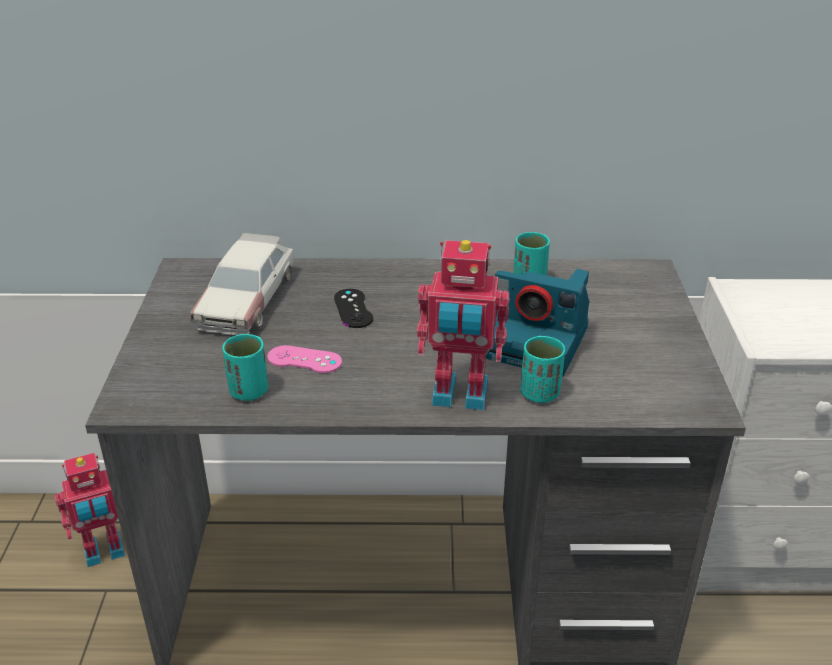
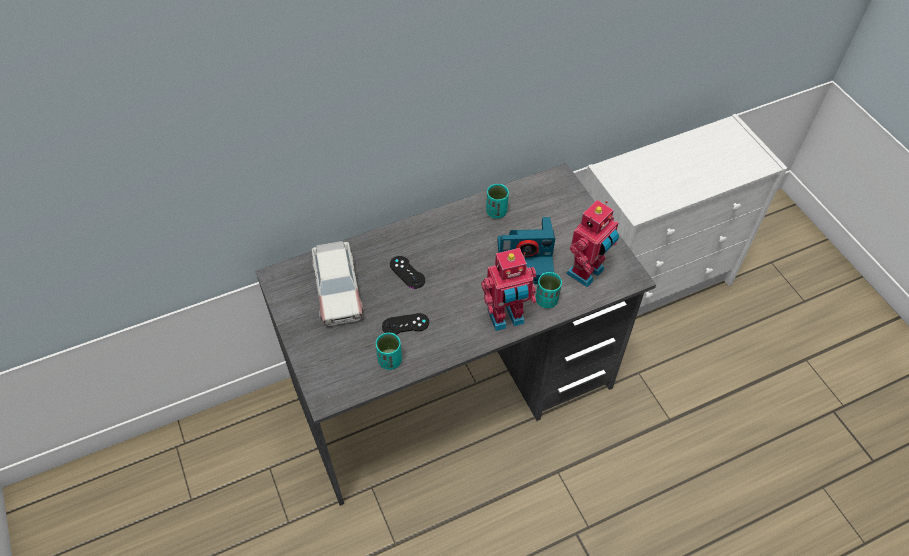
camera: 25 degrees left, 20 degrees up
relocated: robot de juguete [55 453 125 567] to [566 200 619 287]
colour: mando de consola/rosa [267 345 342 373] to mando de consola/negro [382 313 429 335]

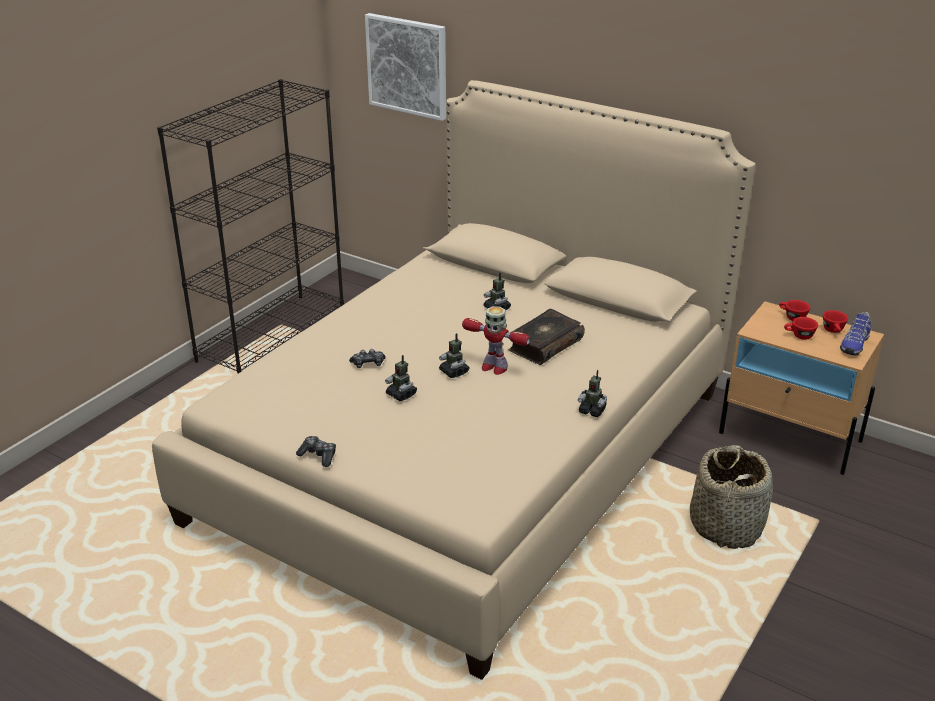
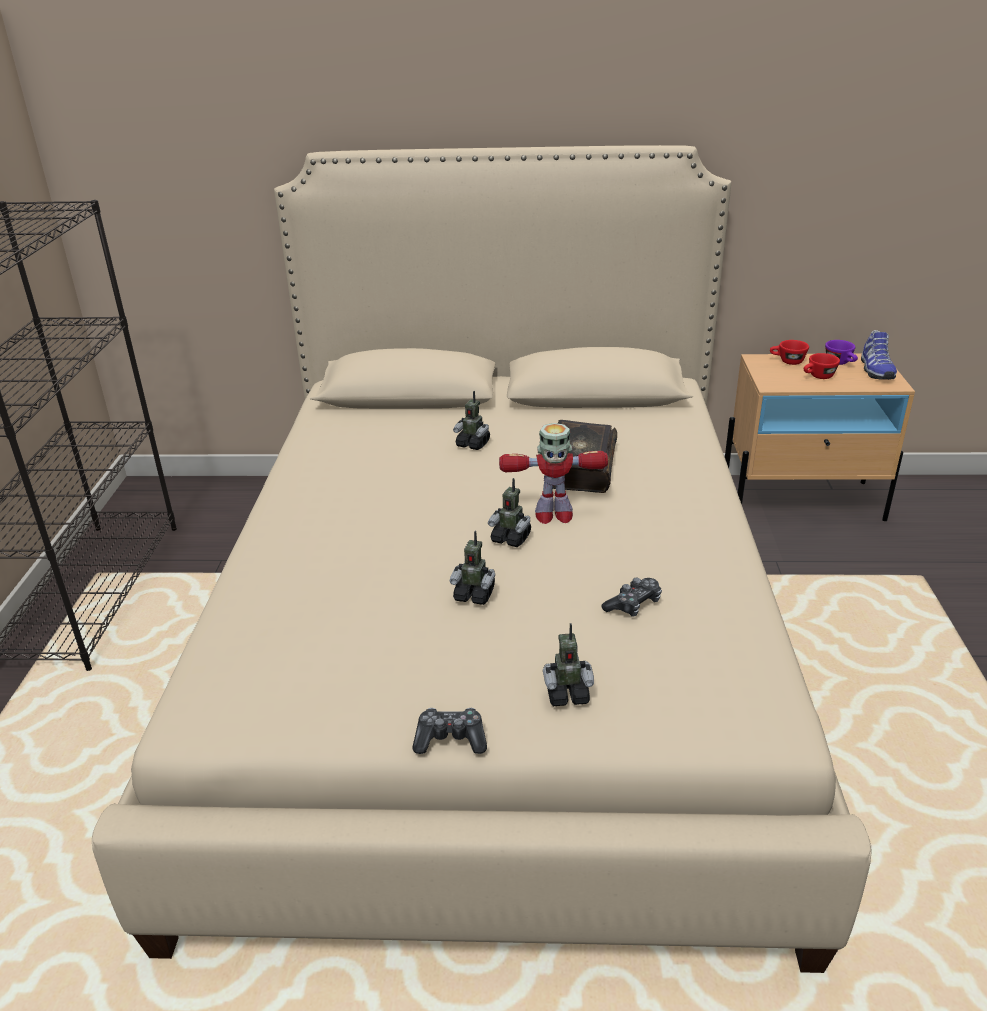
camera: 30 degrees left, 0 degrees up
missing: cuadro [365 13 446 121]; cesta [690 445 773 549]
relocated: mando de consola [349 349 385 368] to [602 578 662 617]; robot de juguete [578 370 607 417] to [543 623 594 706]
colour: taza/rojo [823 310 848 333] to taza/morado [825 340 858 365]

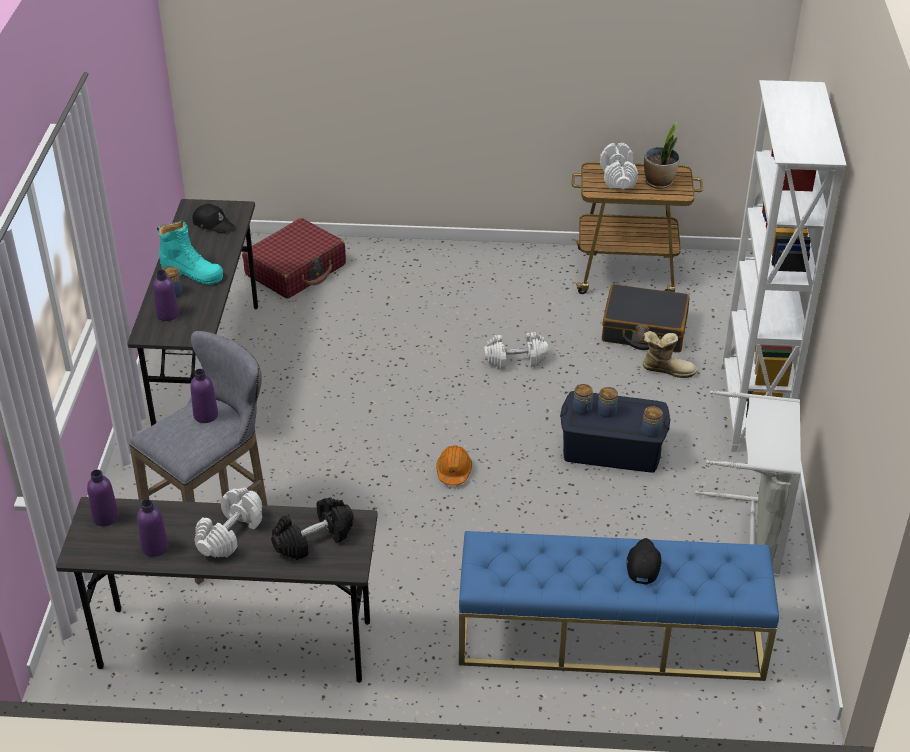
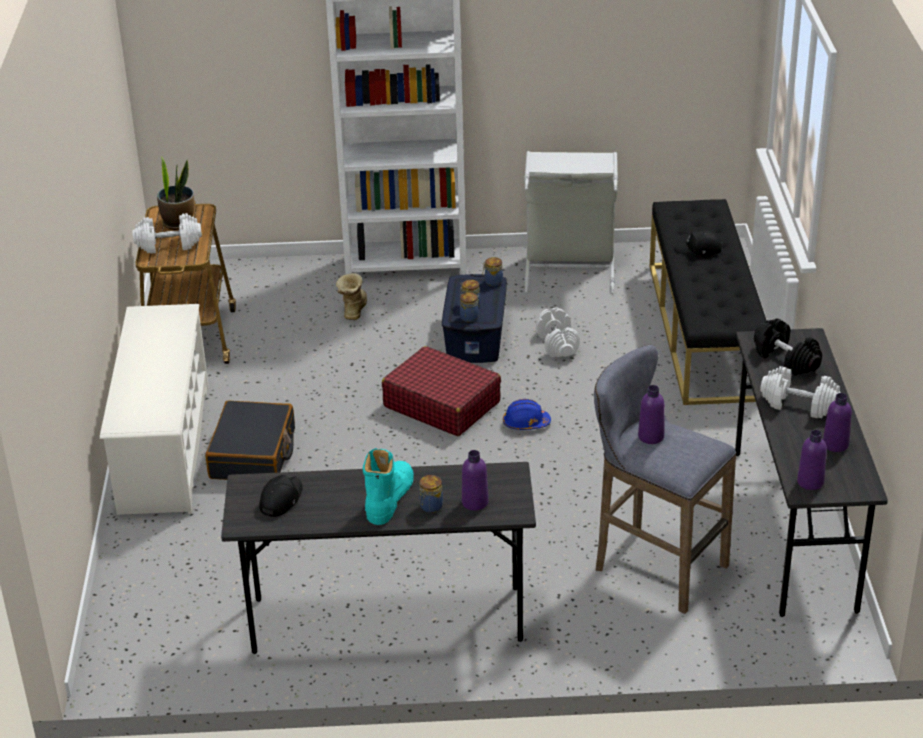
camera: 95 degrees left, 5 degrees down
appeared: zapatero/blanco [100 304 209 515]
relocated: maleta/rojo [242 218 346 299] to [382 346 501 436]; mancuerna/blanco [484 332 548 370] to [536 308 579 357]; maleta/negro [602 284 690 352] to [205 401 295 480]
colour: casco/naranja [436 445 472 486] to casco/azul [503 399 551 430]; banco/azul [459 531 779 681] to banco/negro [650 199 766 405]

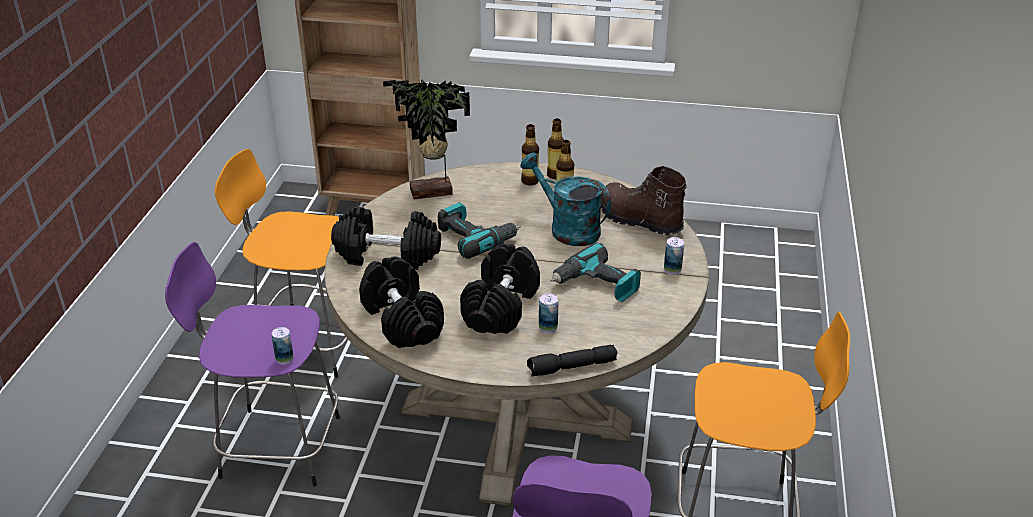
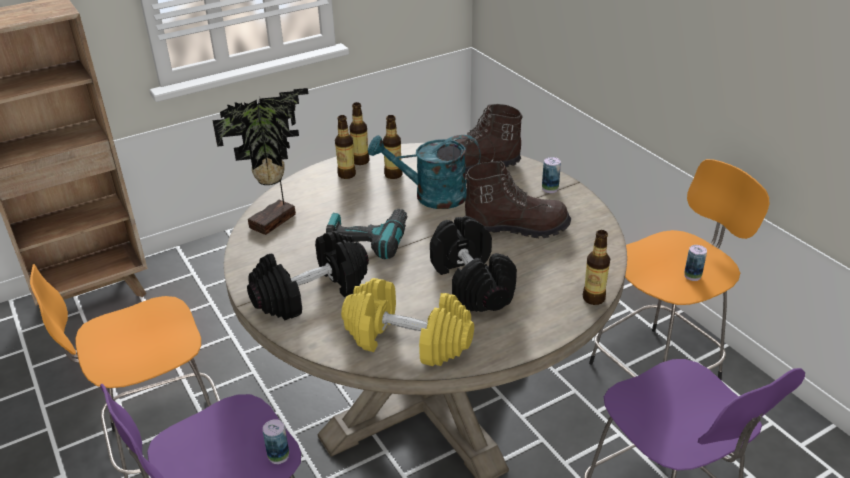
camera: 40 degrees left, 0 degrees up
relocated: lata [539 293 558 334] to [684 245 707 281]
exchanged: linterna/negro [527 345 617 377] to botella [583 230 610 305]; taladro [551 243 641 302] to bota/marrón [465 161 571 238]
colour: mancuerna/negro [359 256 444 348] to mancuerna/amarillo [341 278 474 366]

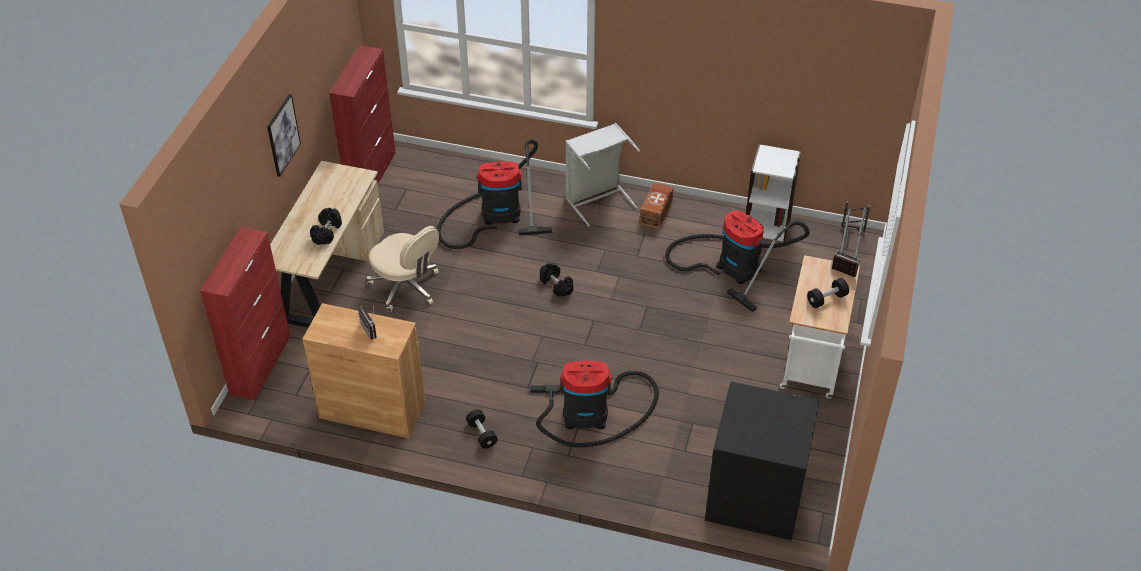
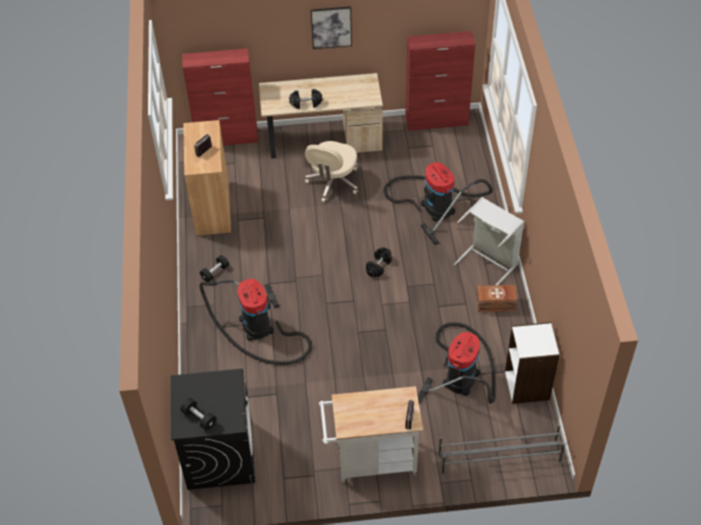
camera: 70 degrees right, 5 degrees up
relocated: mancuerna/negro [807 278 849 308] to [180 398 217 431]

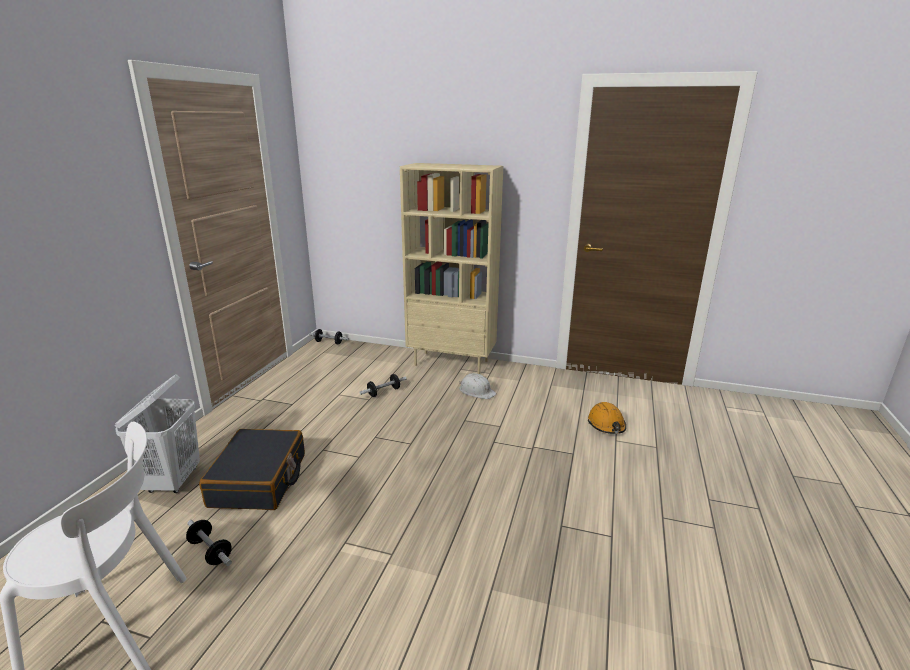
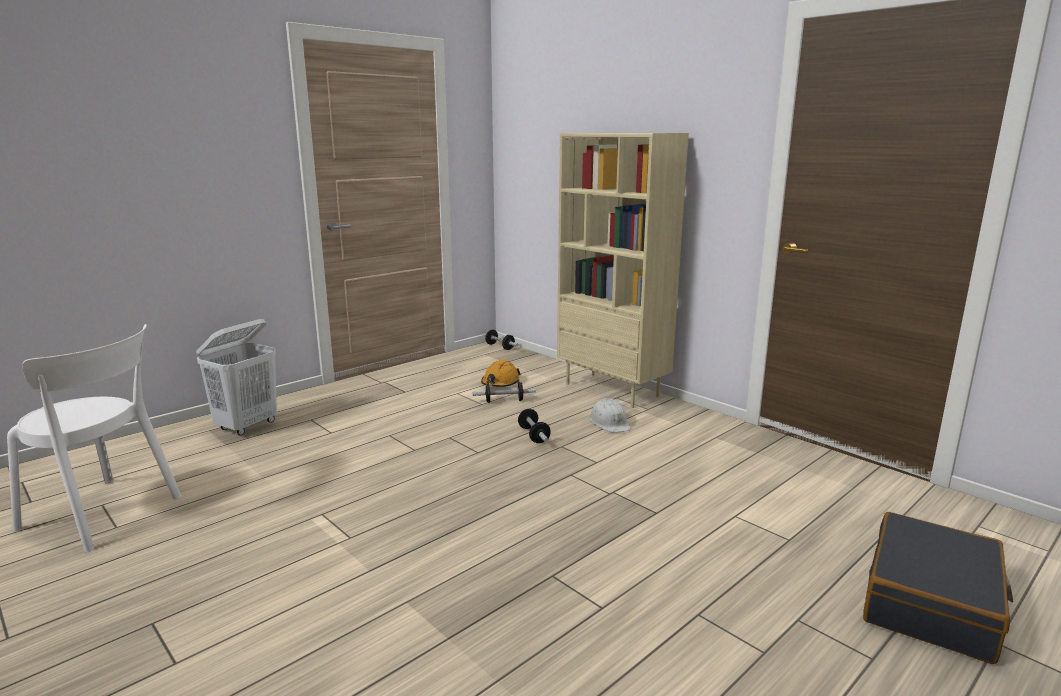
camera: 30 degrees right, 5 degrees down
relocated: mancuerna [186 520 232 566] to [518 409 551 443]; maleta/negro [199 429 305 510] to [863 512 1013 664]; casco/naranja [588 402 626 434] to [481 360 521 387]

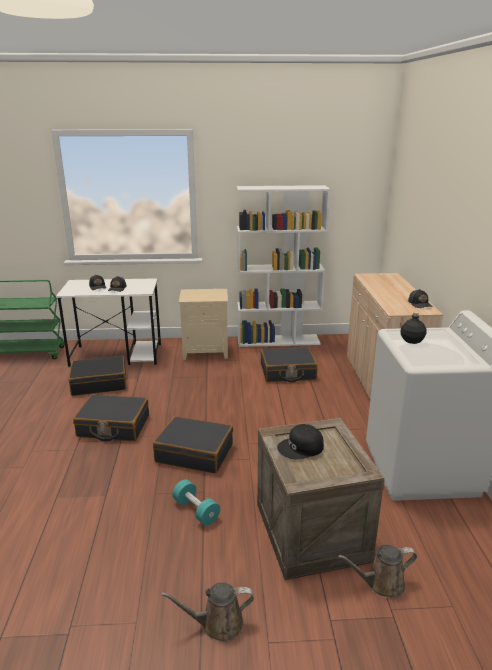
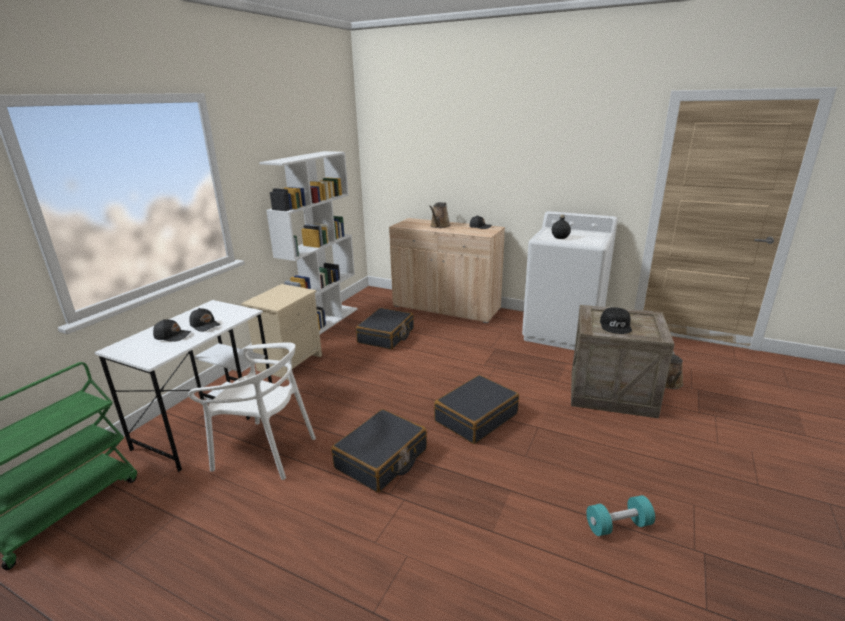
camera: 60 degrees left, 0 degrees up
relocated: regadera/marrón [161 583 254 642] to [429 202 450 228]; mancuerna/turquesa [172 479 220 525] to [586 495 655 536]
exchanged: maleta/negro [69 356 126 396] to silla/blanco [188 342 316 480]

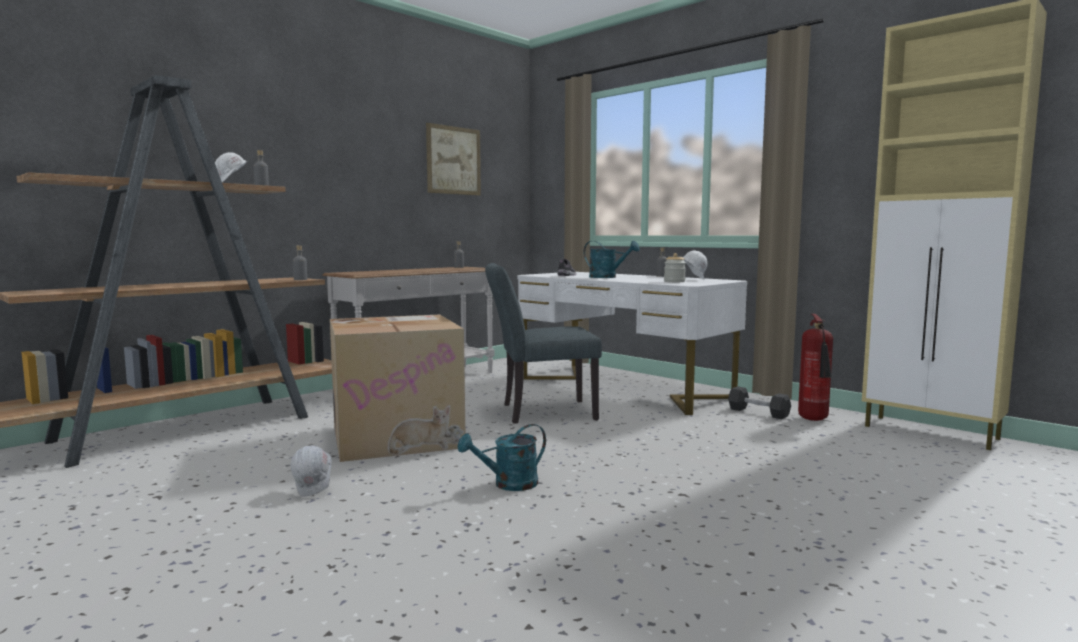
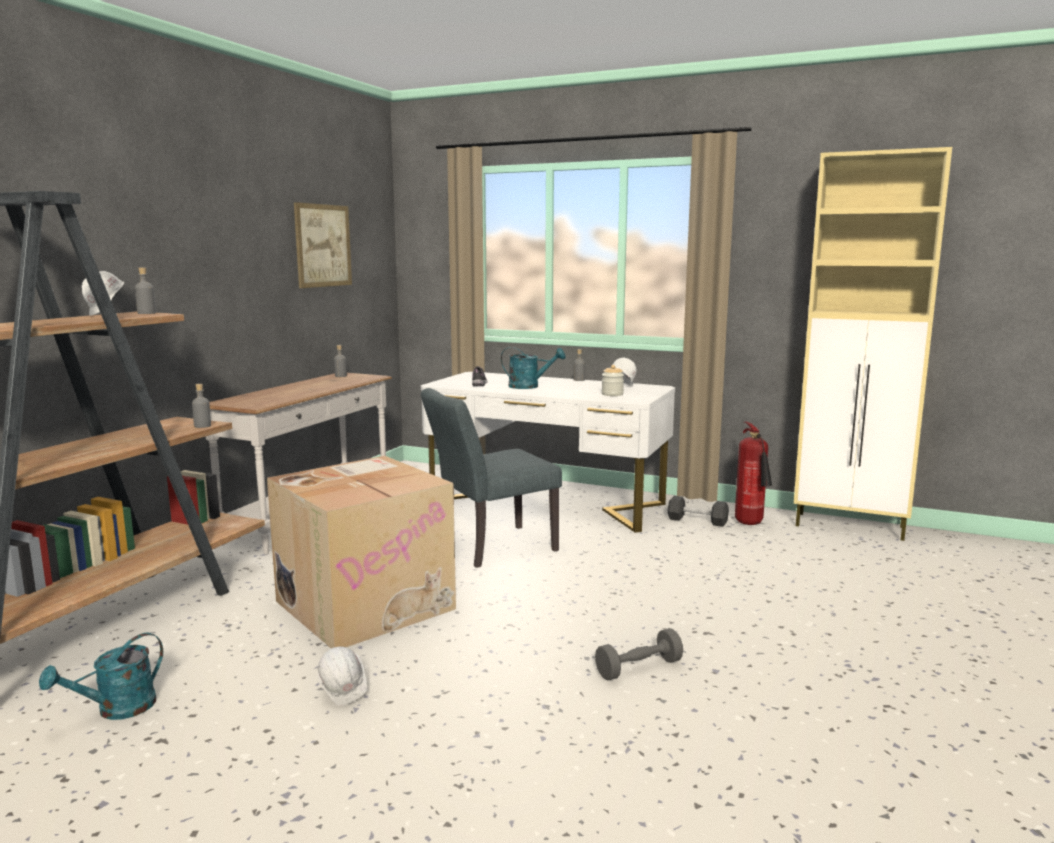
camera: 20 degrees left, 5 degrees up
appeared: mancuerna/gris [595 628 683 681]
relocated: regadera/turquesa [458 424 546 491] to [39 633 163 720]

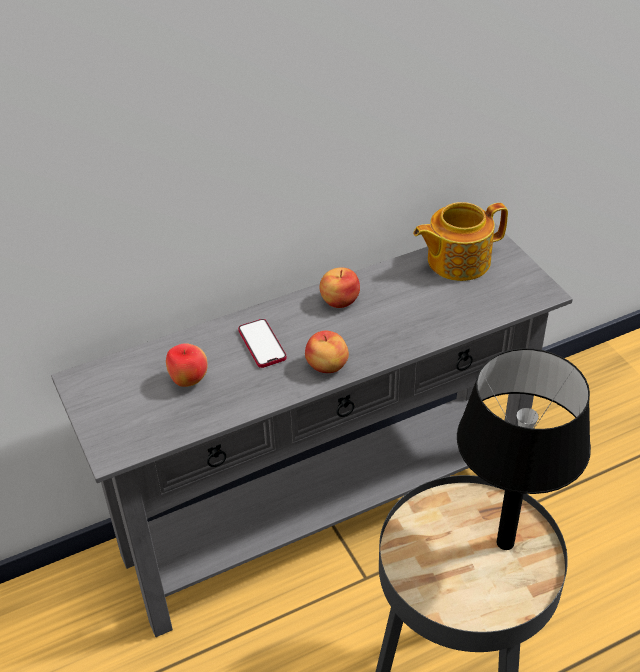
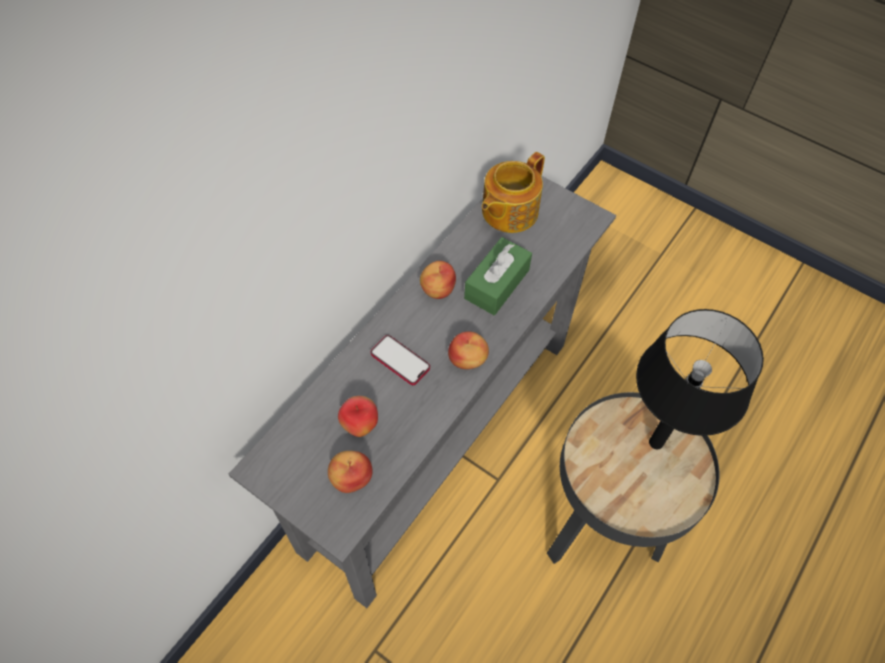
camera: 30 degrees left, 15 degrees up
appeared: manzana [328 451 373 493]; caja de pañuelos/verde [464 237 532 315]

